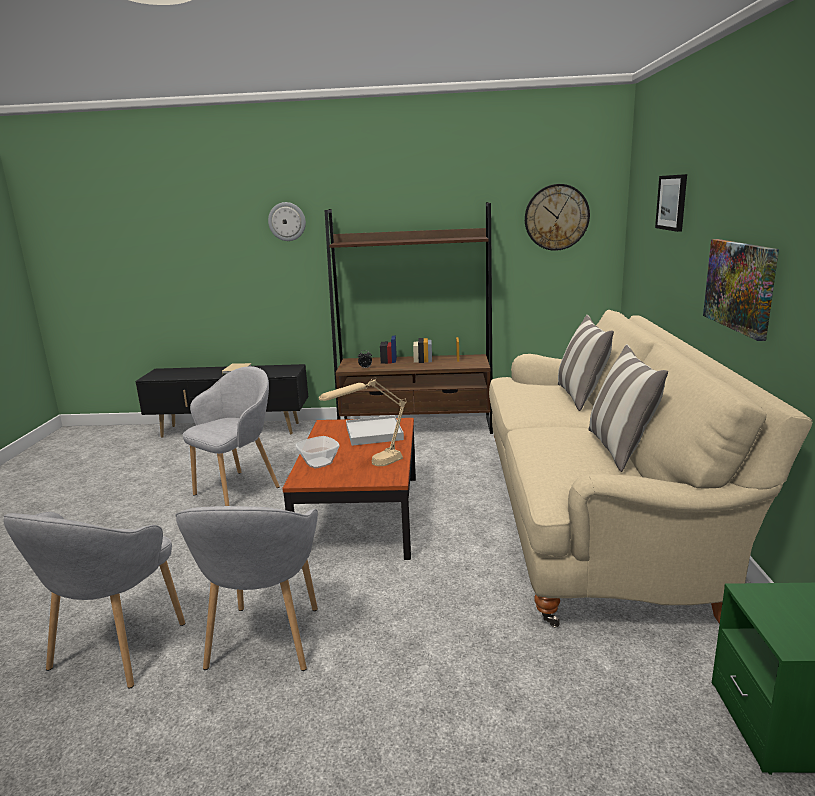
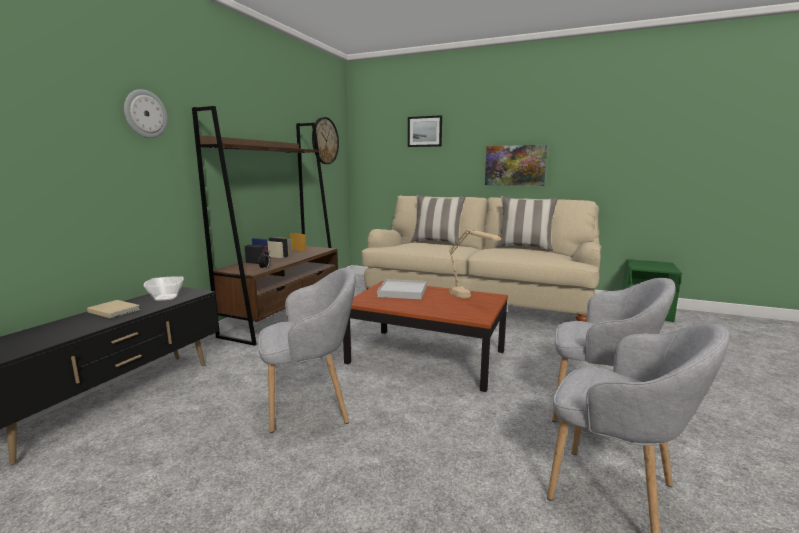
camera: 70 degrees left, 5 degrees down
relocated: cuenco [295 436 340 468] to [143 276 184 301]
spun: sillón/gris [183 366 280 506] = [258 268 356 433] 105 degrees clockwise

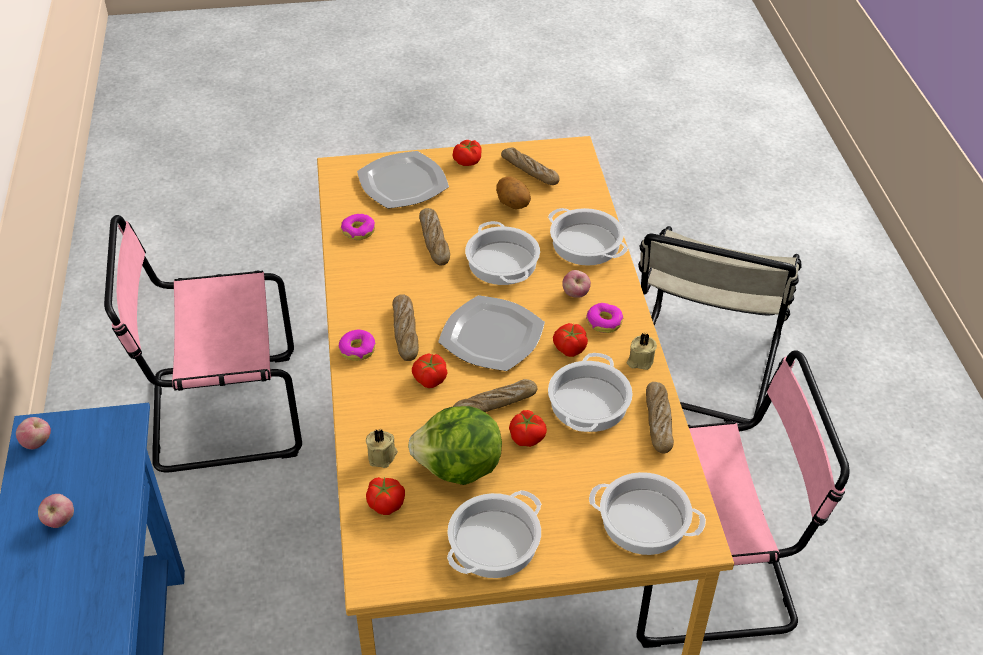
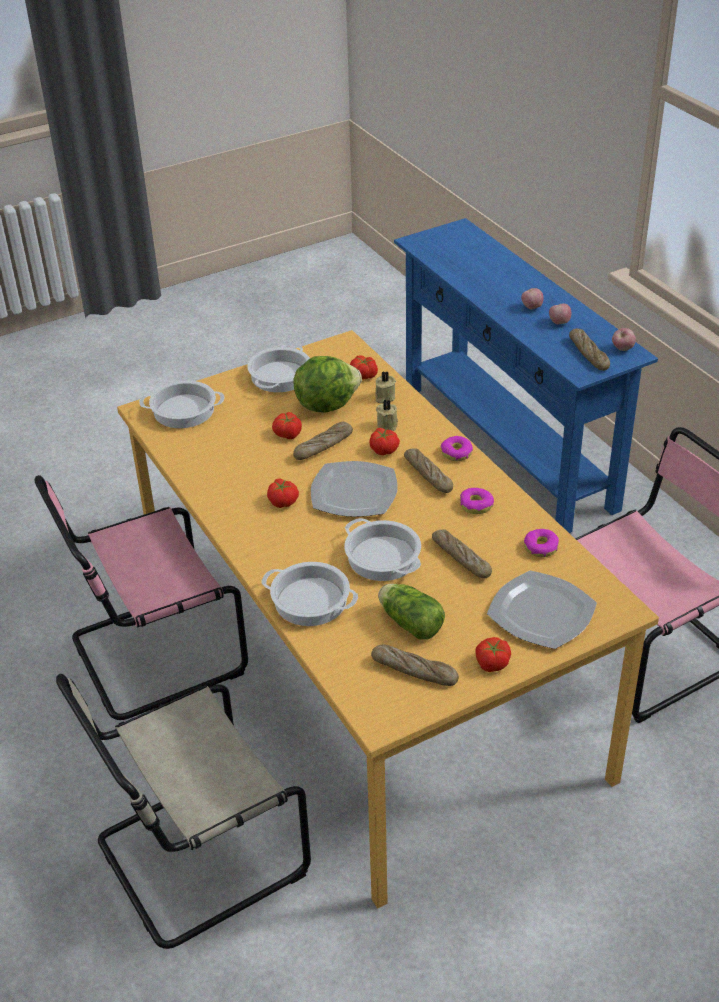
camera: 160 degrees right, 5 degrees down
missing: olla [548 353 633 432]
relocated: manzana [562 270 591 298] to [521 288 544 309]; rosquilla [586 303 623 333] to [460 488 494 514]; vela/beis [626 333 657 370] to [376 400 398 431]; pan [646 382 674 454] to [569 328 610 371]
exchanged: patata [496 176 531 209] to lechuga [378 584 445 640]
spun: silla/beis [638 226 802 424] = [56 674 311 949] 120 degrees counterclockwise

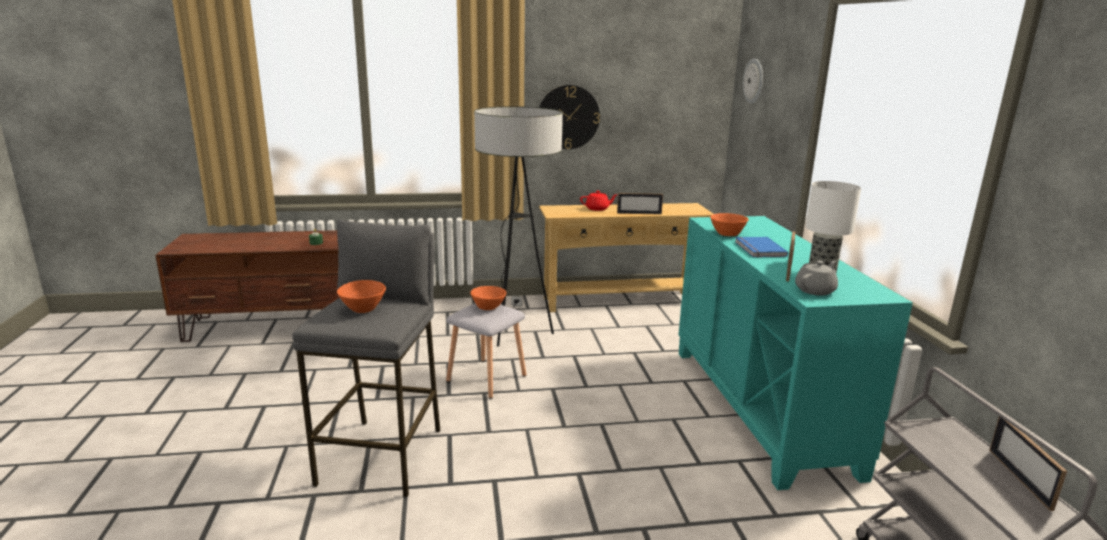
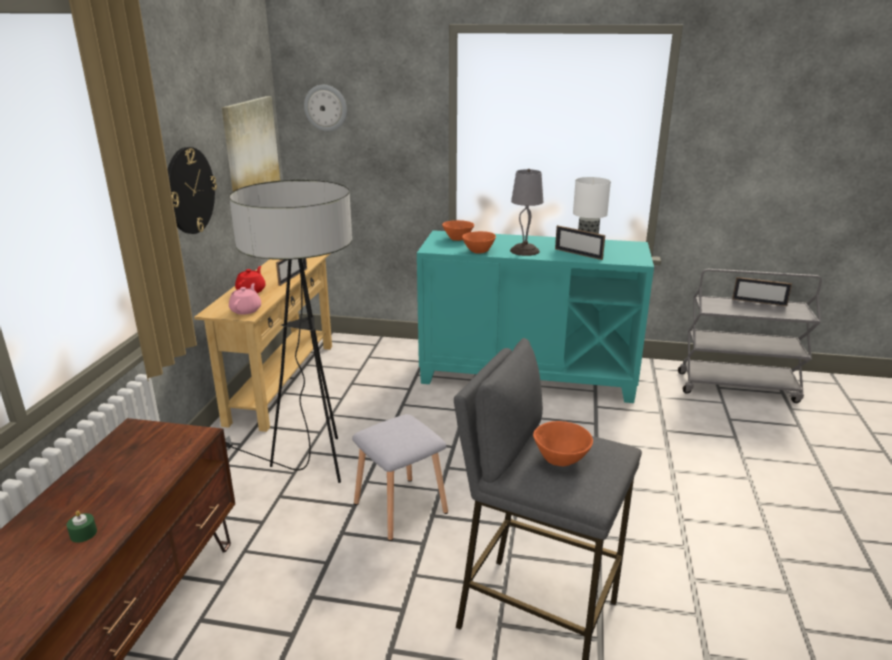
camera: 70 degrees left, 5 degrees up
missing: tetera/gris [795 260 838 296]
appeared: cuadro [222 96 280 191]; tetera/rosa [229 283 261 315]
relocated: cuenco/naranja [470 286 506 310] to [442 220 474 241]
exchanged: libro/azul [735 237 788 258] to lámpara de mesa/gris [510 169 543 256]

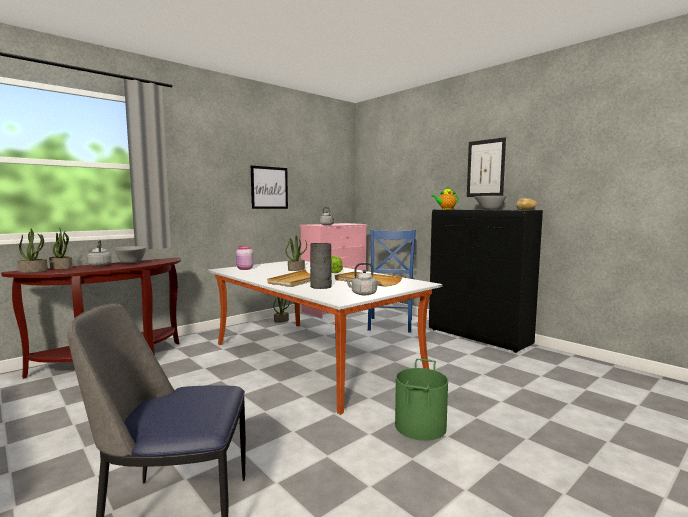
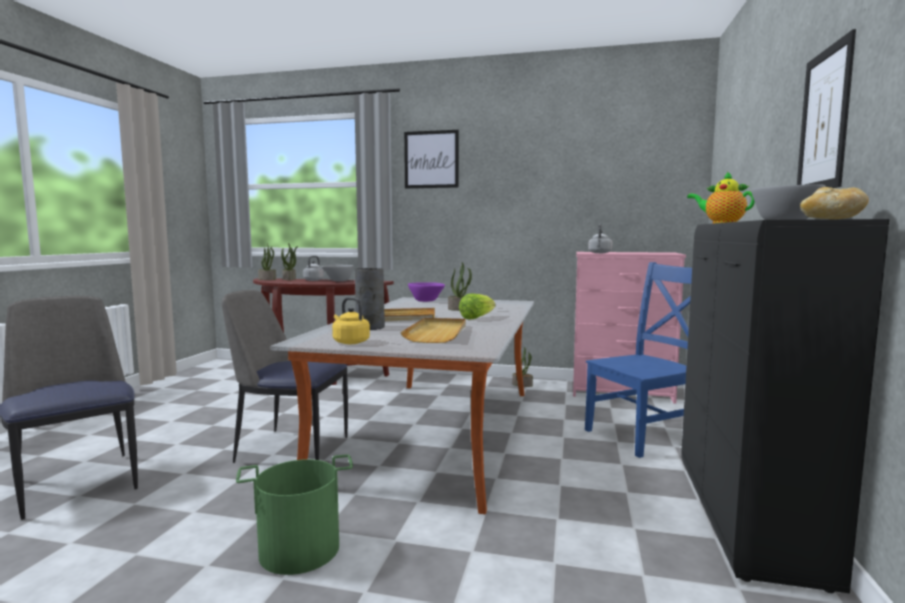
camera: 55 degrees right, 0 degrees up
appeared: silla [222 290 348 463]
relocated: cuadro [251 166 288 209] to [404 130 459 189]
exchanged: tarro/rosa [236 246 254 270] to cuenco/morado [408 282 445 302]
colour: hervidor/gris [344 263 377 295] to hervidor/amarillo [332 297 370 344]

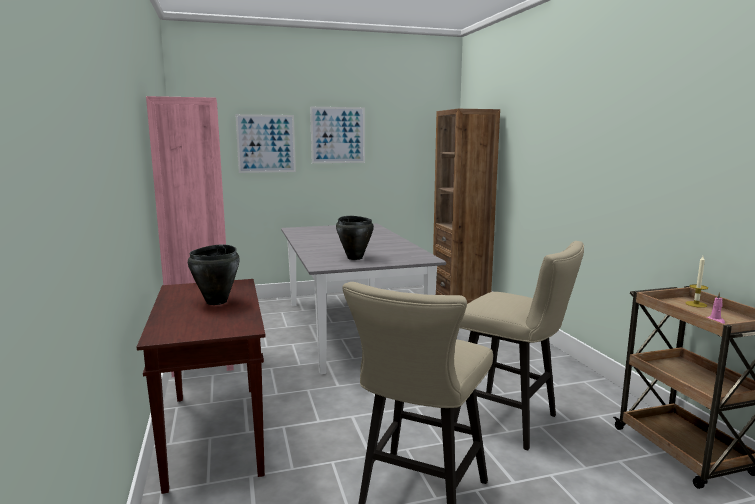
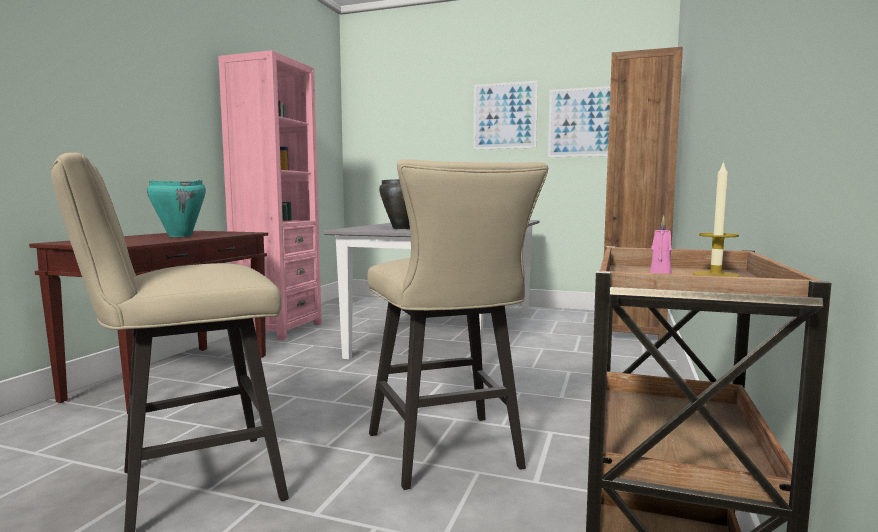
camera: 35 degrees right, 5 degrees down
relocated: cuadro [235 114 296 173] to [548 86 611 157]
colour: olla/negro [188 244 240 305] to olla/turquesa [147 180 206 237]

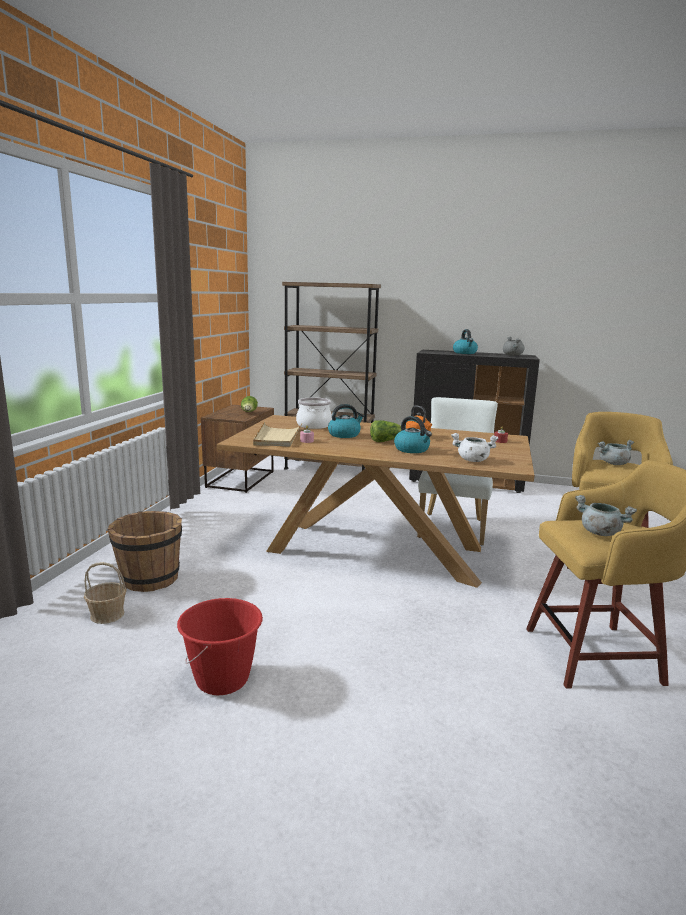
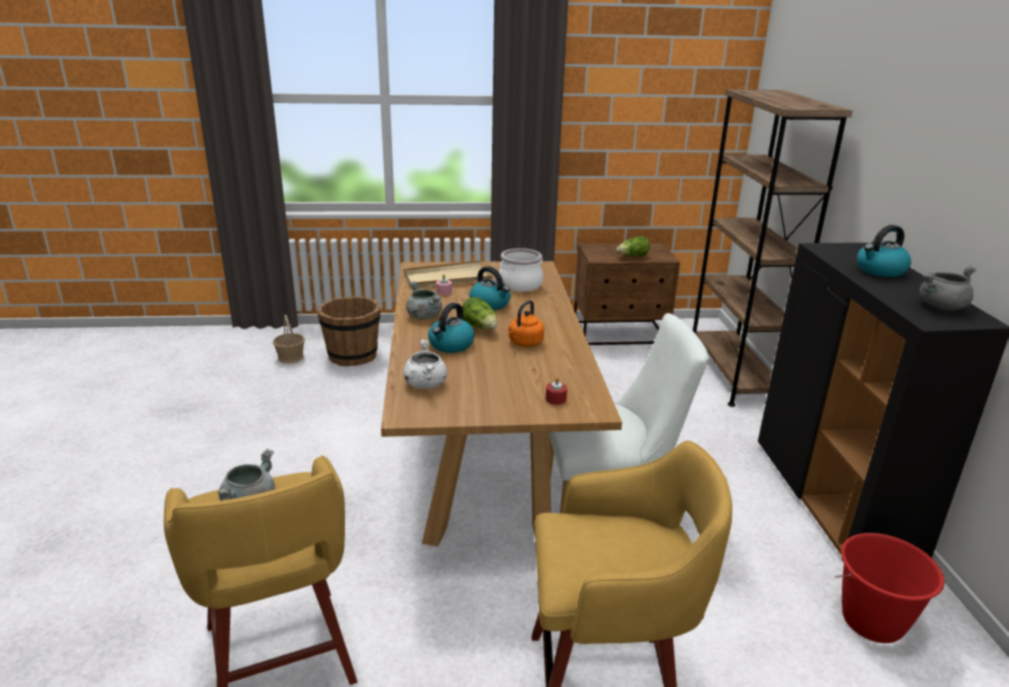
camera: 70 degrees right, 10 degrees up
relocated: cubo/rojo [177 598 263 695] to [835 533 944 643]; olla/gris [598 440 634 465] to [406 281 442 320]

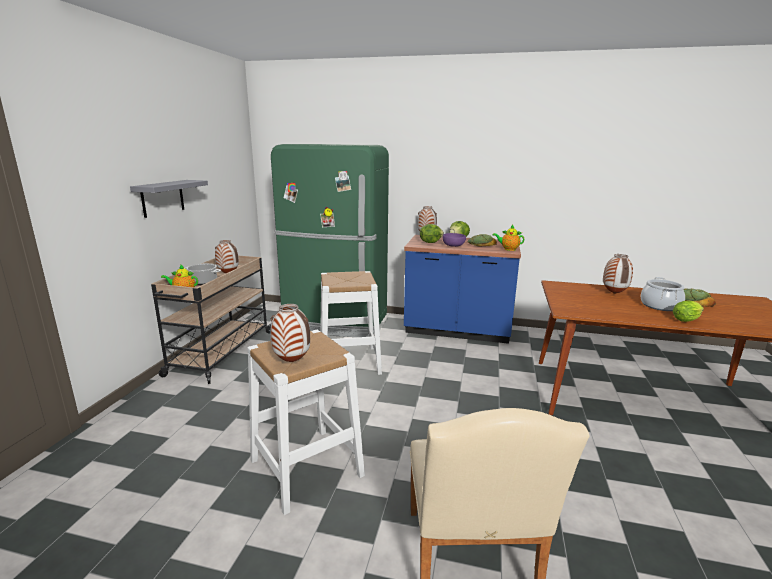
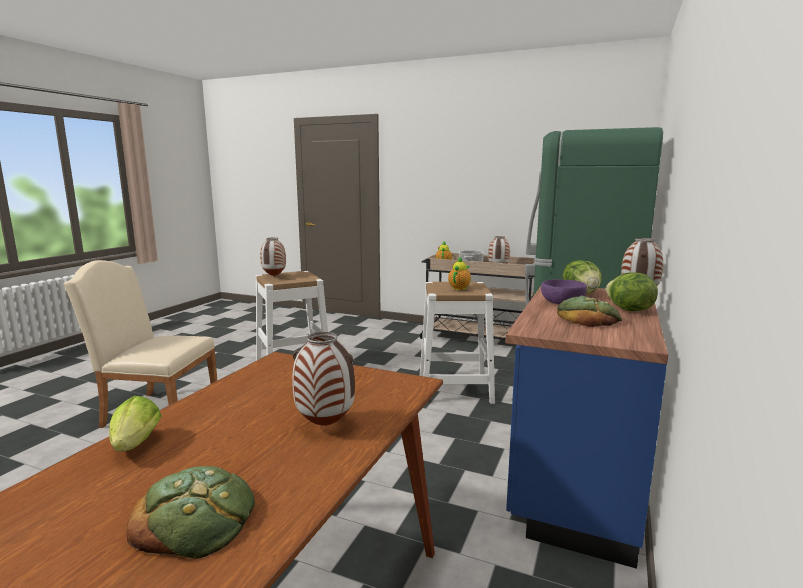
camera: 100 degrees right, 5 degrees down
missing: estante/gris [130 180 208 218]; olla [641 277 685 311]
relocated: tetera [493 225 524 251] to [448 256 471 290]

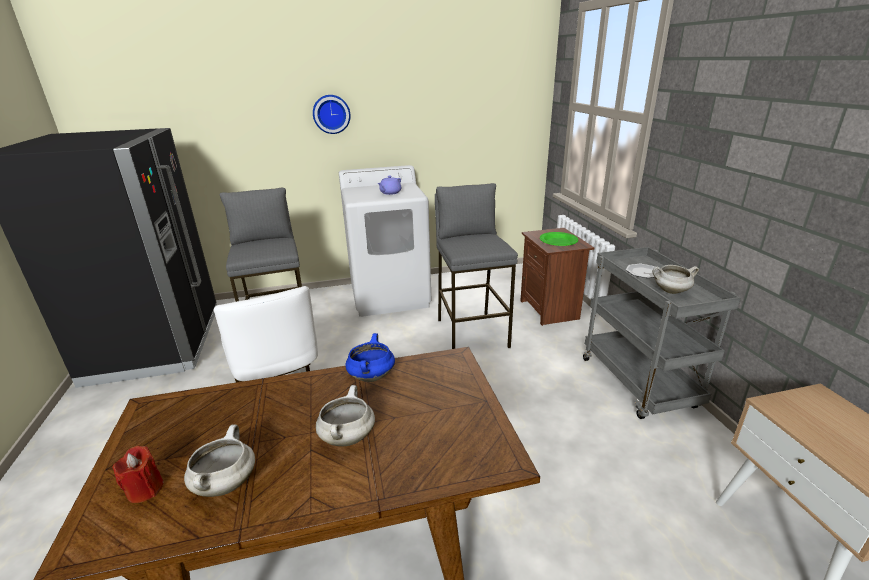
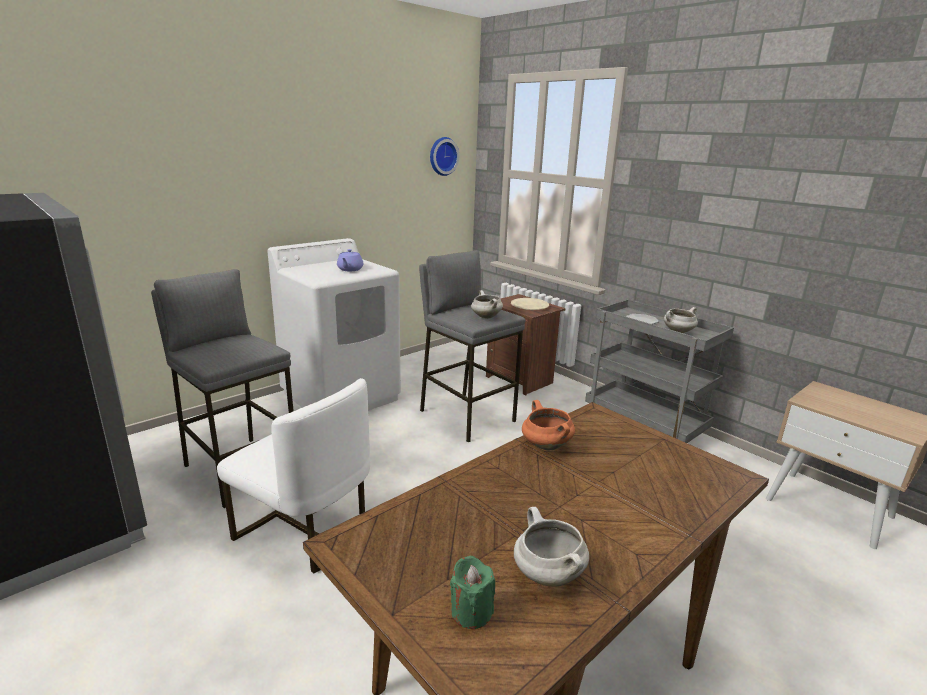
camera: 30 degrees left, 5 degrees down
relocated: reloj de pared [313 95 351 134] to [430 137 459 176]; olla/blanco [316 385 375 446] to [471 290 503 319]
colour: vela/rojo [113 446 163 503] to vela/verde [450 556 495 629]; olla/azul [346 333 395 382] to olla/naranja [522 400 575 451]; plato/verde [540 232 578 246] to plato/beis [511 298 549 310]

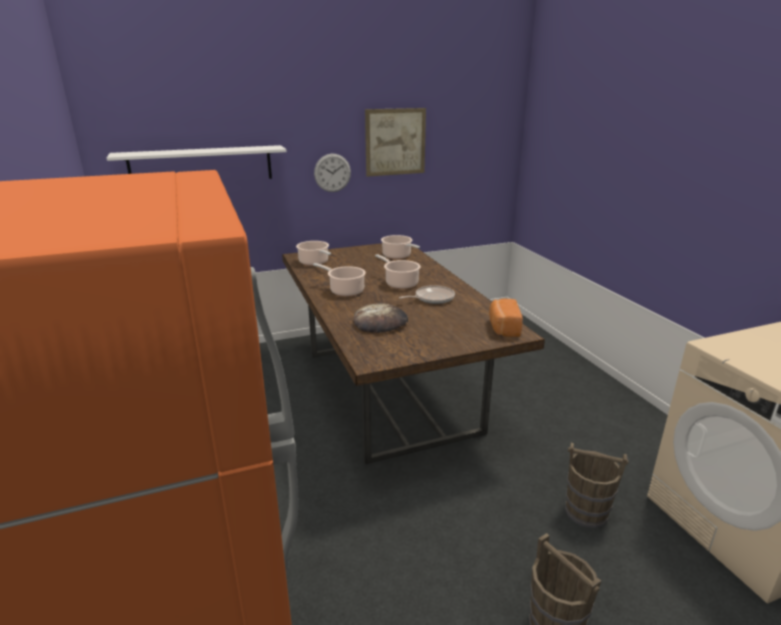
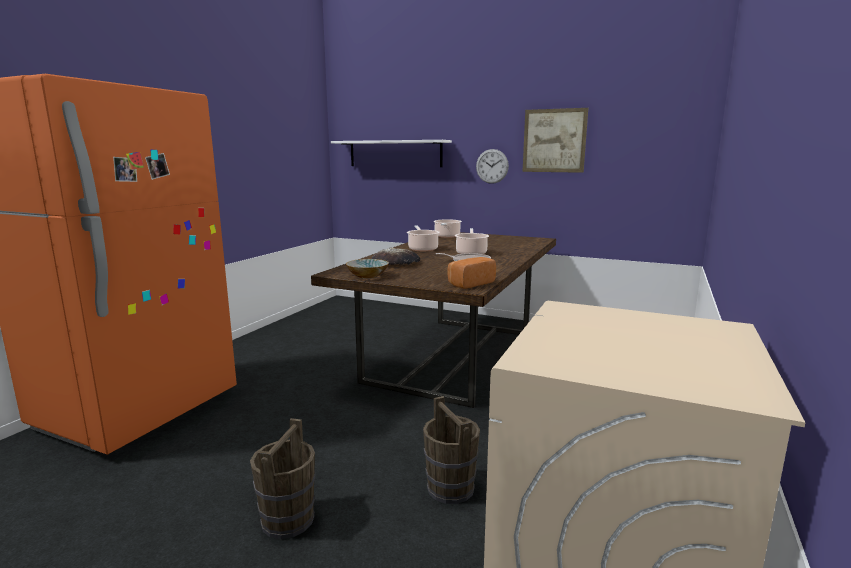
camera: 45 degrees right, 10 degrees down
missing: olla [381 235 420 259]
appeared: cuenco [346 259 389 279]

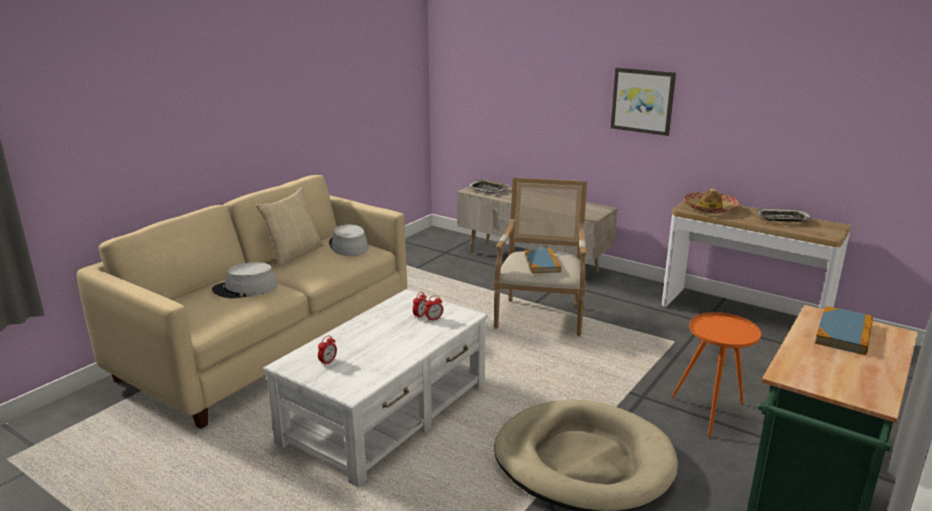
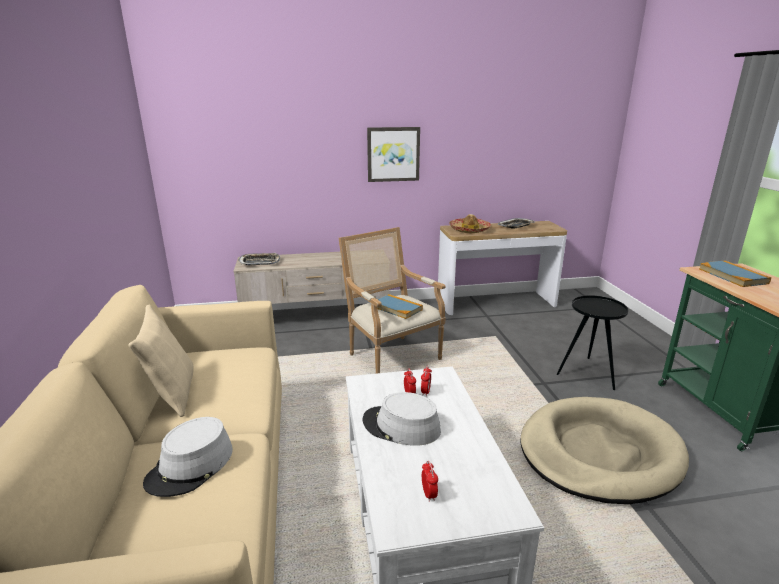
camera: 45 degrees left, 0 degrees up
relocated: sombrero/gris [329 224 369 256] to [362 392 441 446]
colour: mesa auxiliar/naranja [671 312 761 438] to mesa auxiliar/negro [557 295 628 390]

